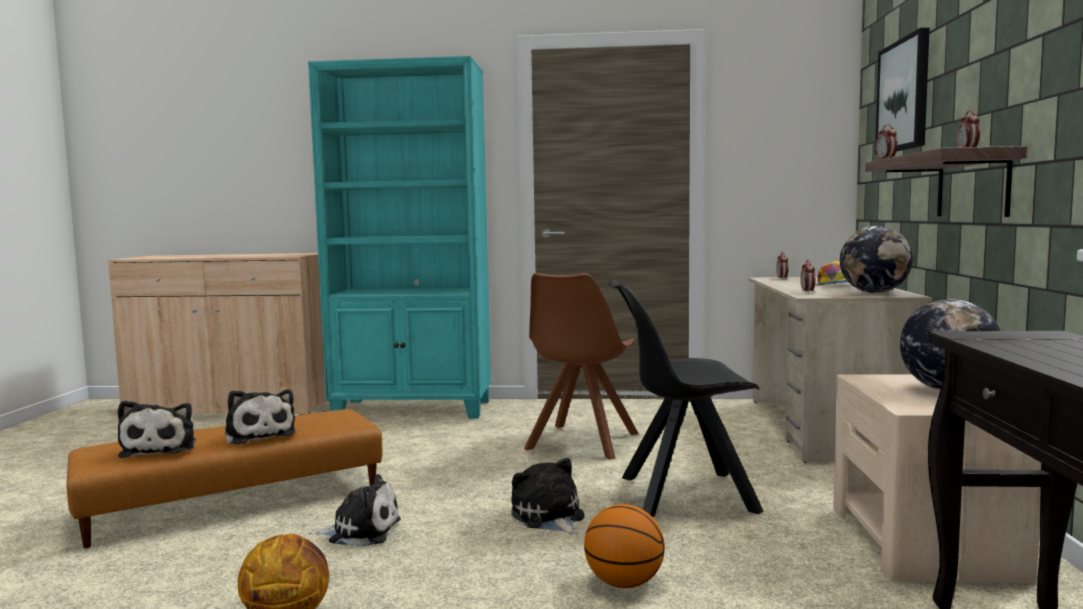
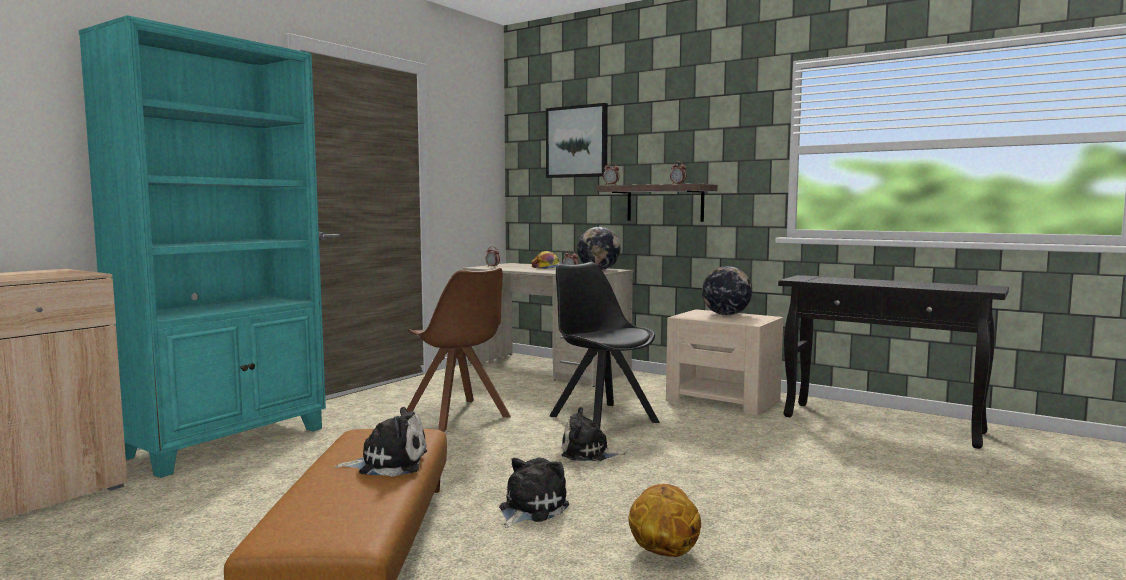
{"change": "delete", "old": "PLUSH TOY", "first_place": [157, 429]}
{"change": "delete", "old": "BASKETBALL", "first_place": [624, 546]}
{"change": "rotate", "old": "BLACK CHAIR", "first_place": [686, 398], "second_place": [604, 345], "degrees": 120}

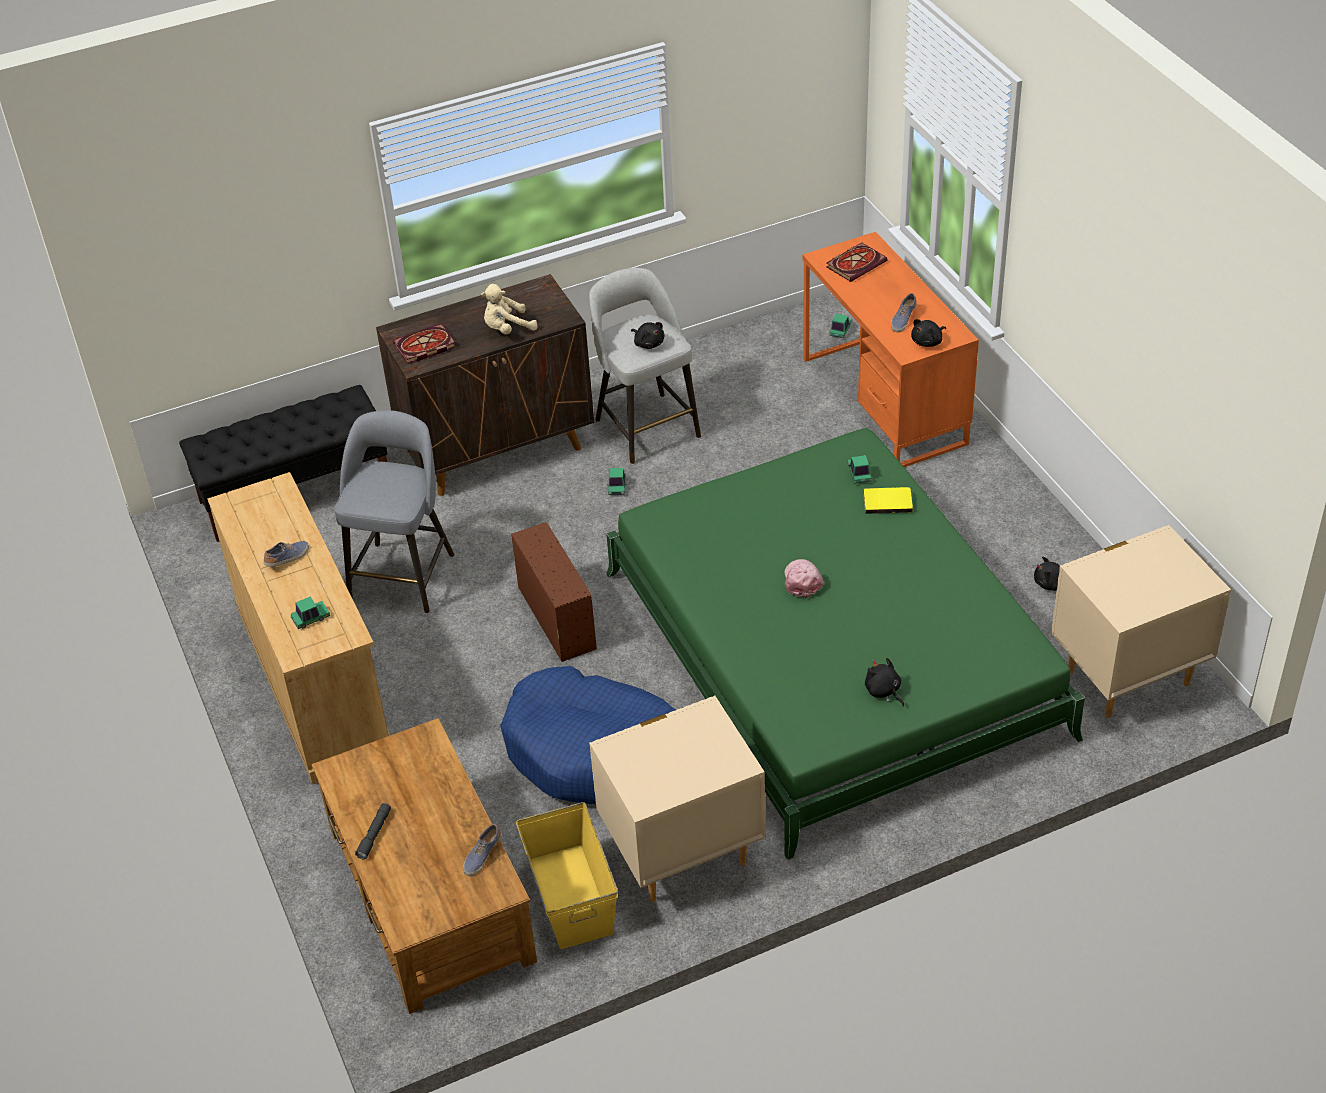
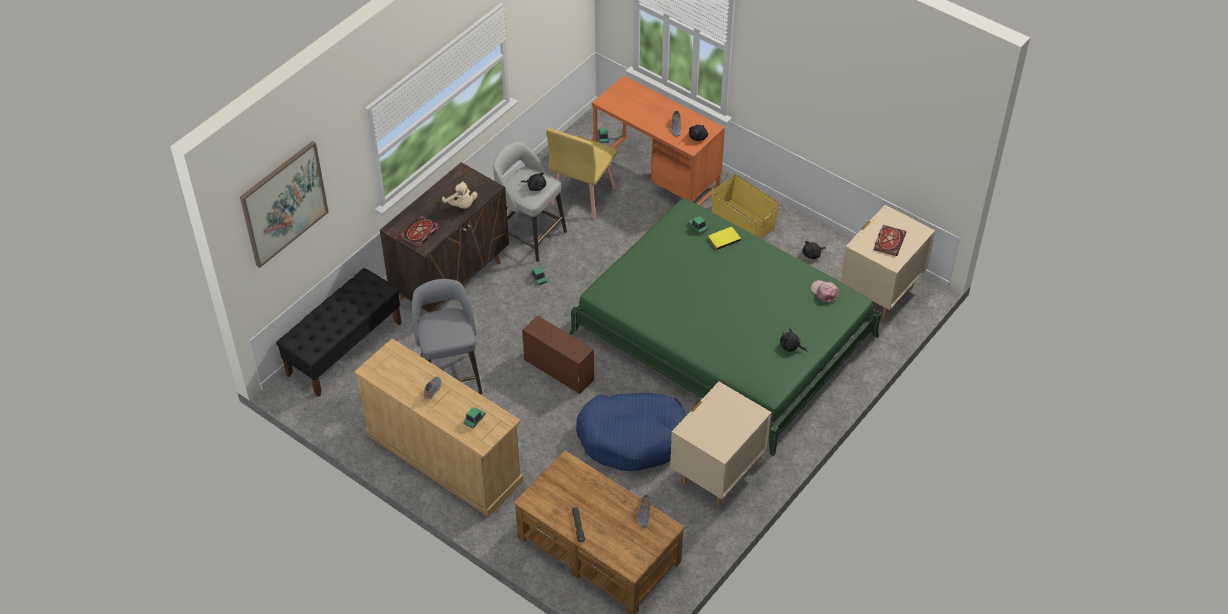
{"change": "rotate", "old": "BEIGE PLUSH TOY", "first_place": [509, 309], "second_place": [460, 195], "degrees": -75}
{"change": "move", "old": "YELLOW STORAGE BOX", "first_place": [567, 875], "second_place": [745, 206]}
{"change": "move", "old": "PINK CAP", "first_place": [804, 578], "second_place": [825, 291]}
{"change": "move", "old": "BOOK", "first_place": [857, 262], "second_place": [890, 240]}
{"change": "insert", "new": "PICTURE", "second_place": [284, 204]}
{"change": "insert", "new": "YELLOW CHAIR", "second_place": [582, 173]}

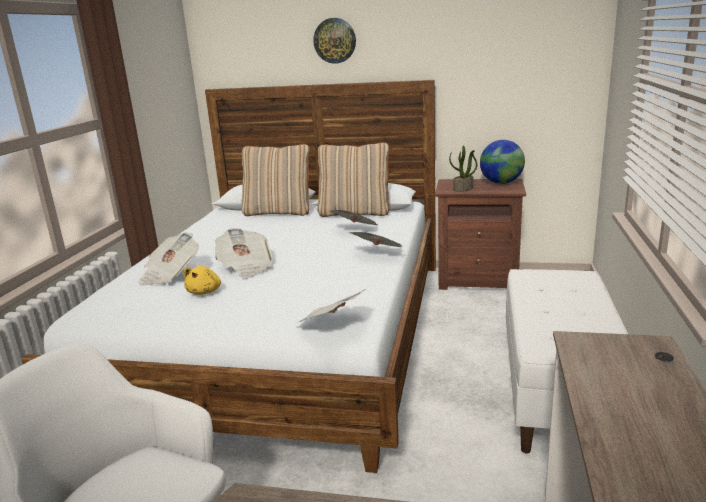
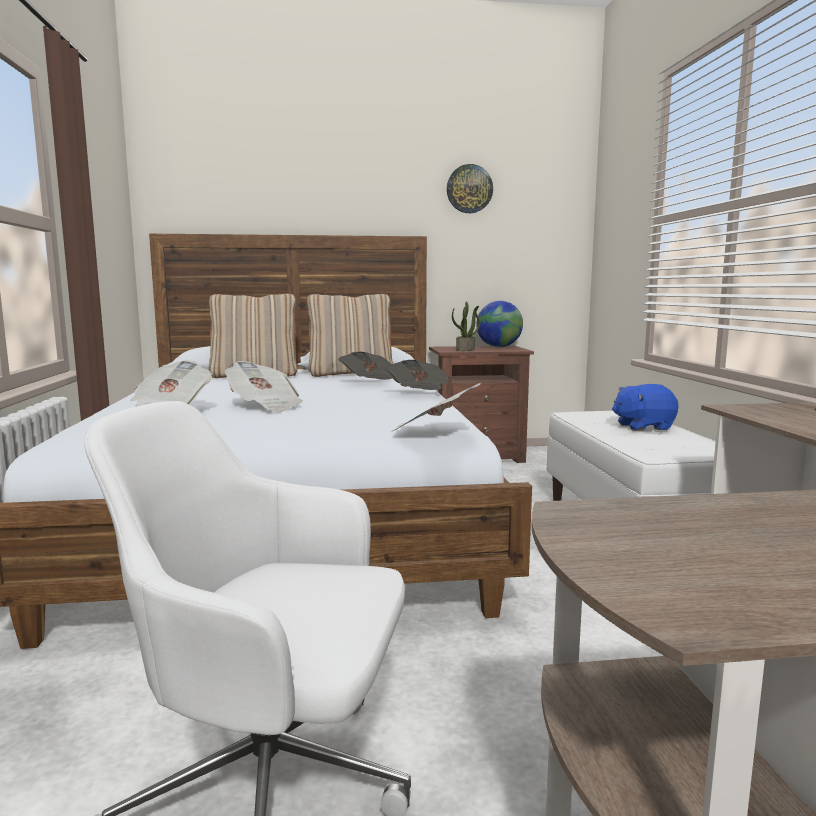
{"change": "delete", "old": "YELLOW PLUSH TOY", "first_place": [202, 280]}
{"change": "move", "old": "WALL CLOCK", "first_place": [334, 41], "second_place": [470, 188]}
{"change": "insert", "new": "BLUE PLUSH TOY", "second_place": [645, 407]}

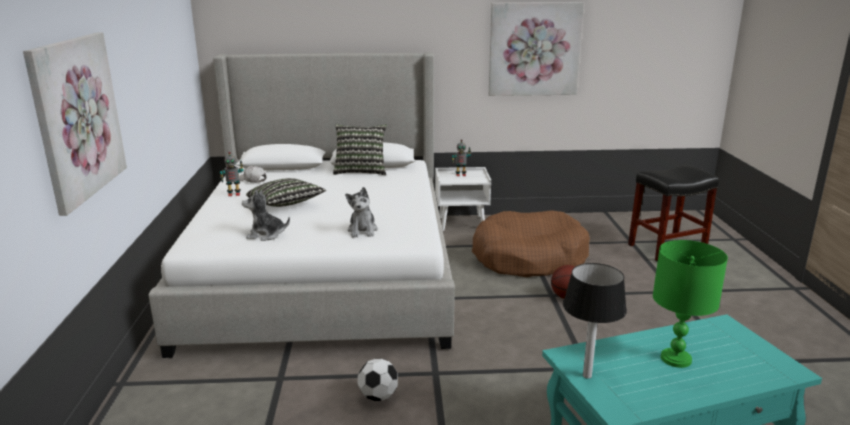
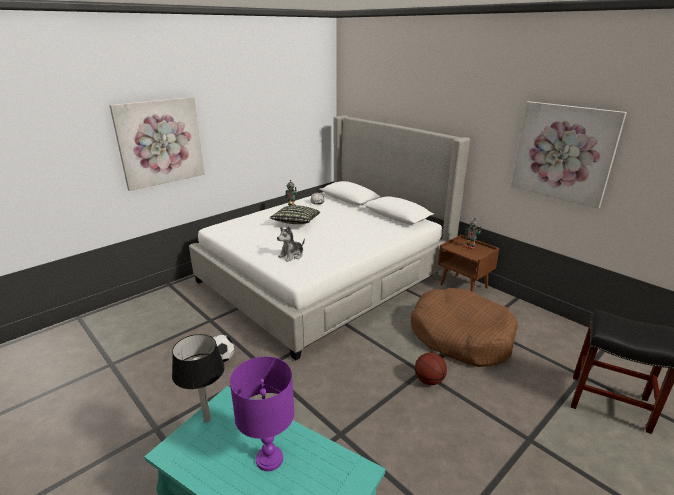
{"change": "delete", "old": "PLUSH TOY", "first_place": [266, 215]}
{"change": "delete", "old": "PILLOW", "first_place": [360, 149]}
{"change": "recolor", "old": "WHITE NIGHTSTAND", "new": "BROWN NIGHTSTAND", "first_place": [463, 199], "second_place": [469, 263]}
{"change": "recolor", "old": "GREEN TABLE LAMP", "new": "PURPLE TABLE LAMP", "first_place": [690, 304], "second_place": [262, 414]}

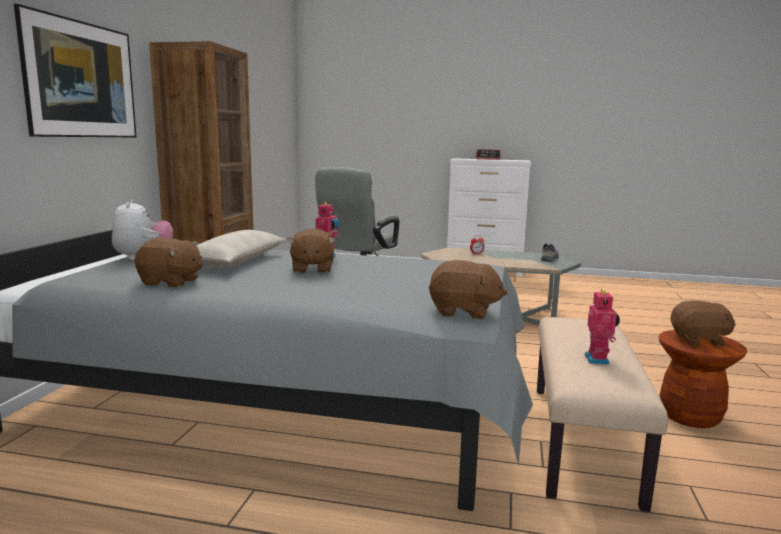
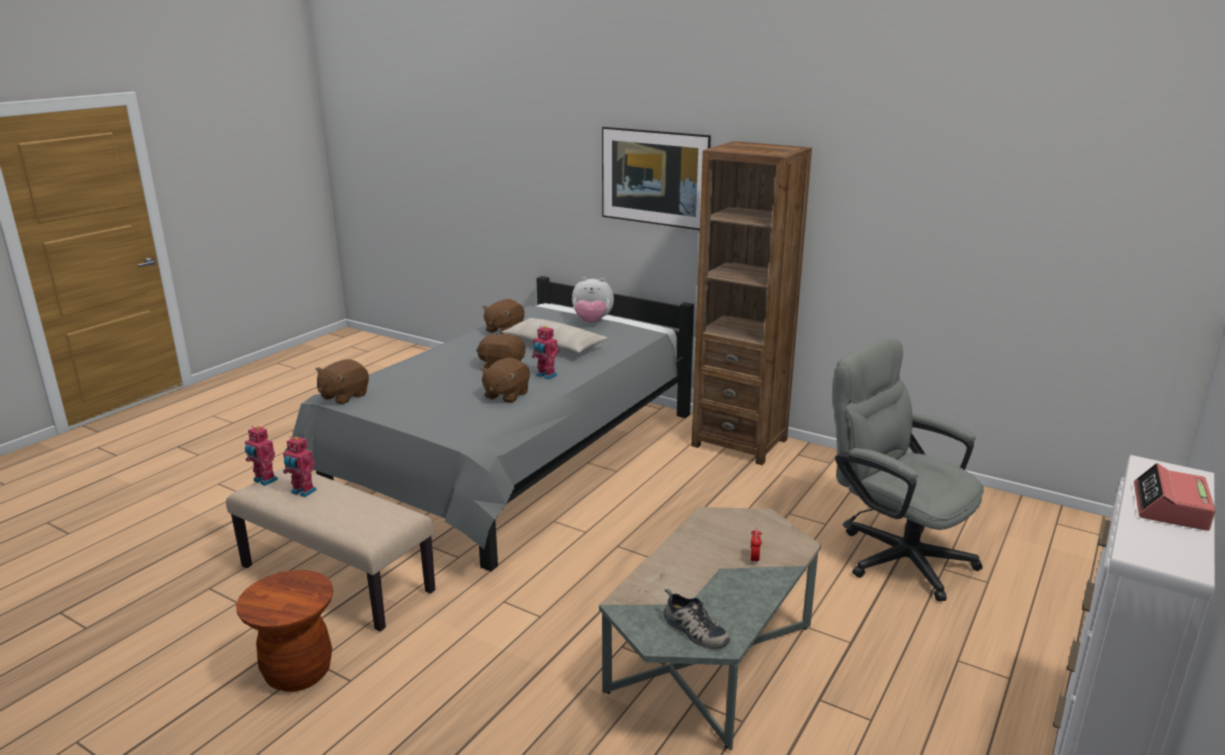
{"change": "move", "old": "BROWN PLUSH TOY", "first_place": [703, 323], "second_place": [505, 380]}
{"change": "insert", "new": "TOY ROBOT", "second_place": [261, 456]}

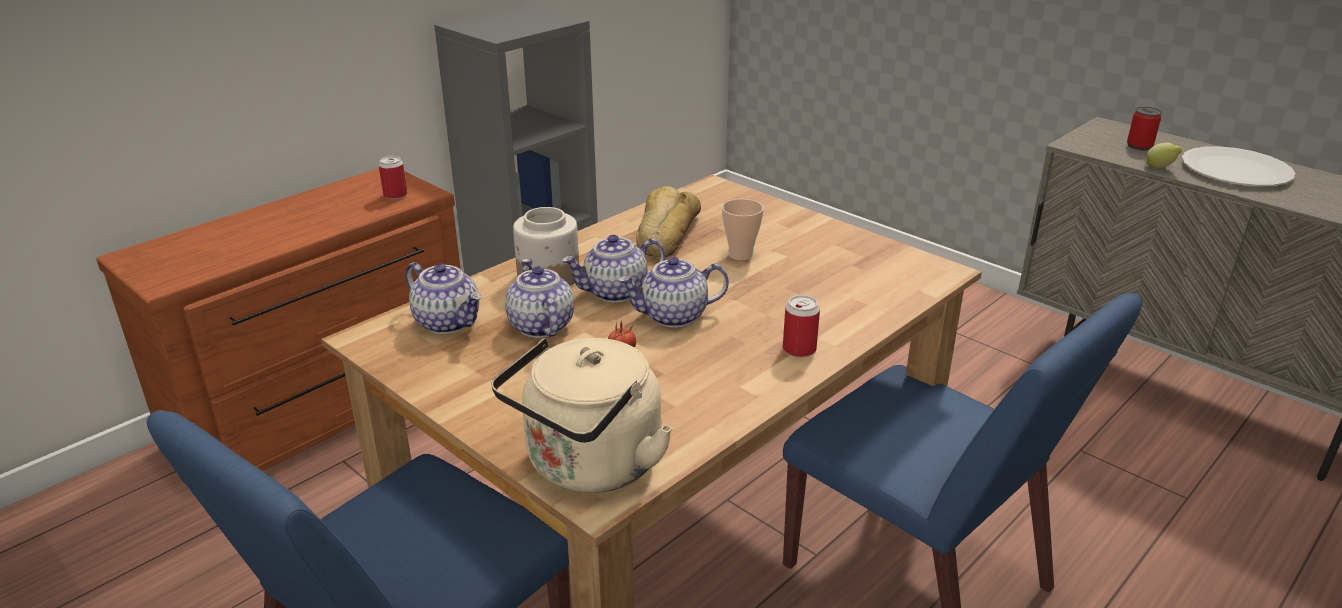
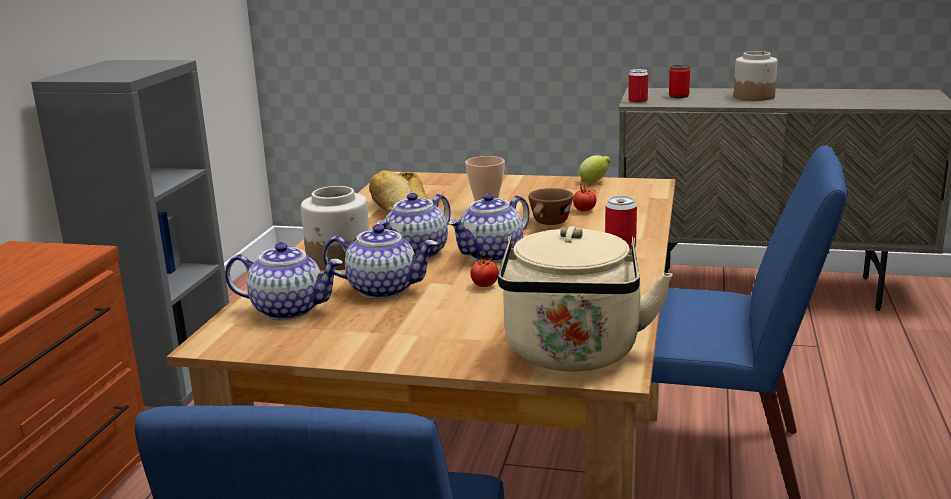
{"change": "move", "old": "CAN", "first_place": [393, 177], "second_place": [638, 86]}
{"change": "rotate", "old": "TEAPOT", "first_place": [539, 298], "second_place": [380, 261], "degrees": 150}
{"change": "move", "old": "LEMON", "first_place": [1164, 155], "second_place": [595, 169]}
{"change": "replace", "old": "WHITE PLATE", "new": "JAR", "first_place": [1238, 166], "second_place": [755, 76]}
{"change": "insert", "new": "BROWN CUP", "second_place": [550, 206]}
{"change": "insert", "new": "TOMATO", "second_place": [584, 197]}

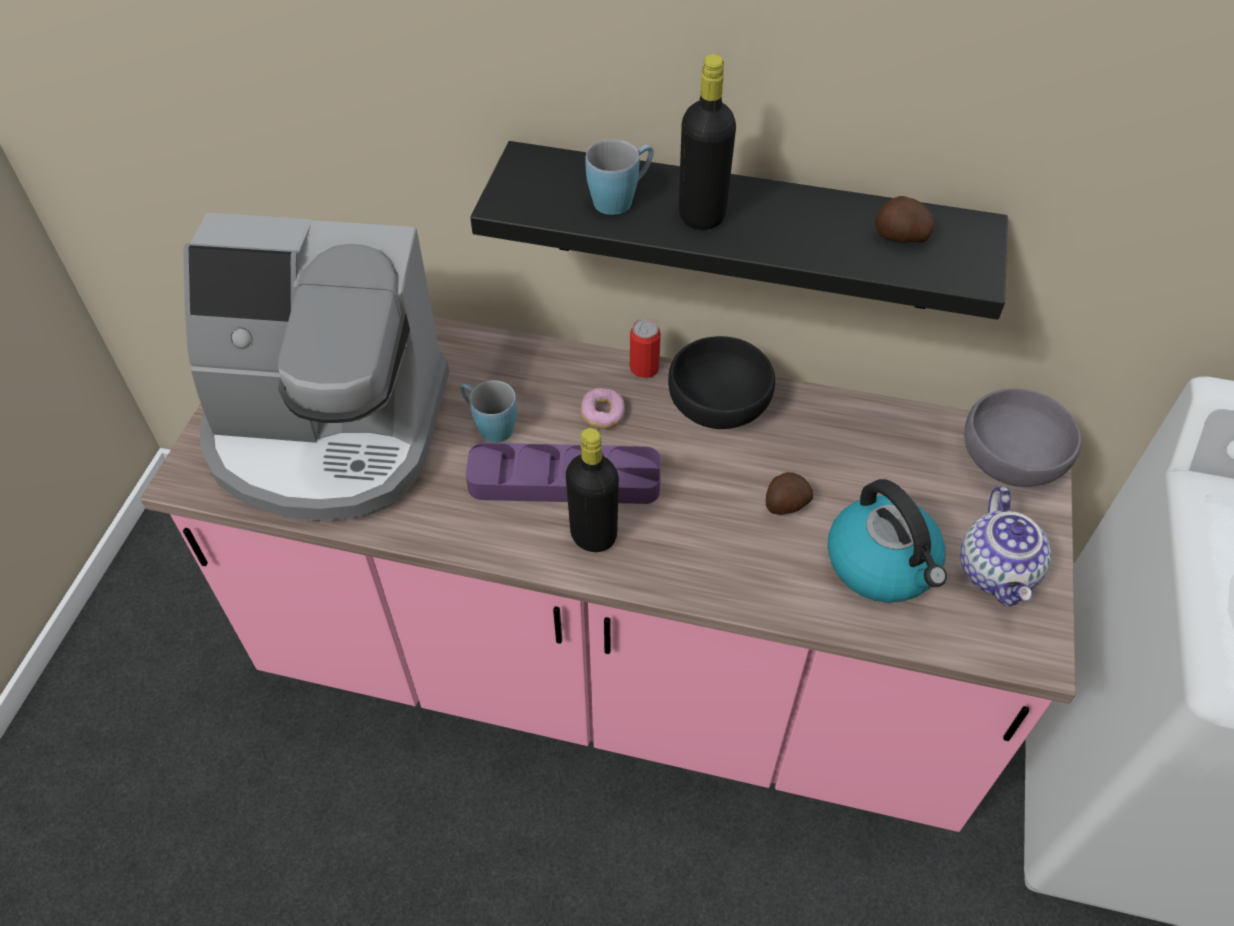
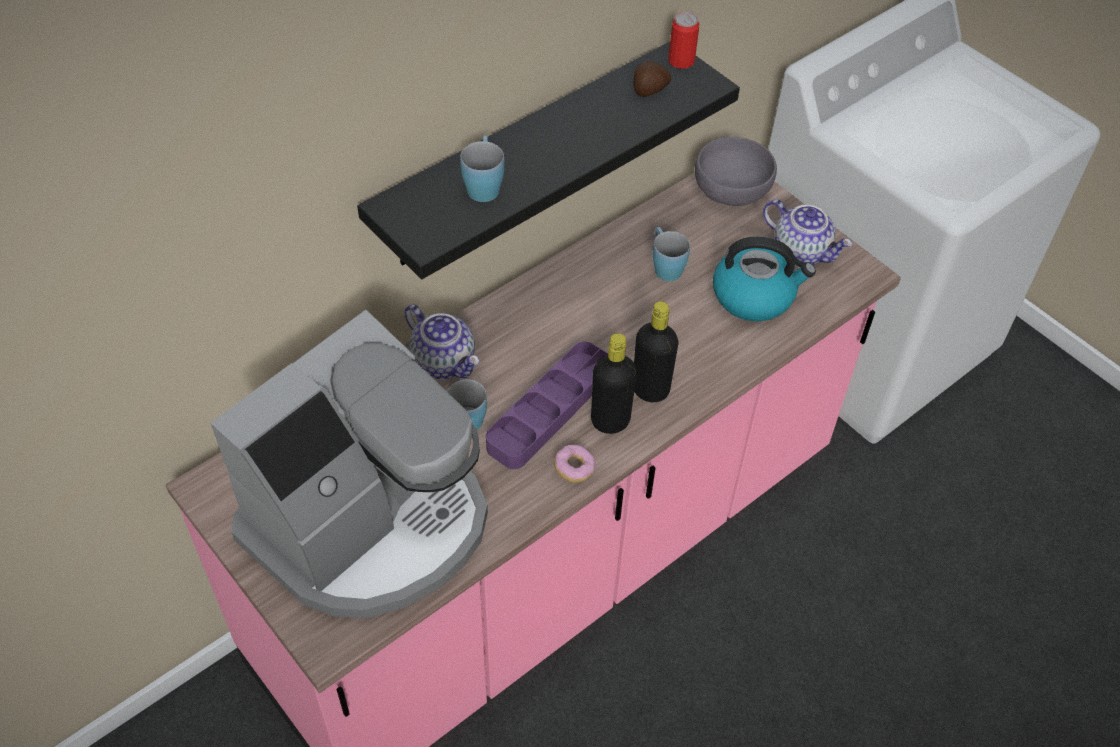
{"change": "move", "old": "DONUT", "first_place": [603, 408], "second_place": [574, 464]}
{"change": "move", "old": "CAN", "first_place": [645, 348], "second_place": [683, 40]}
{"change": "delete", "old": "BLACK BOWL", "first_place": [721, 382]}
{"change": "move", "old": "BLACK BOTTLE", "first_place": [707, 142], "second_place": [656, 351]}
{"change": "delete", "old": "POTATO", "first_place": [789, 493]}
{"change": "insert", "new": "TEAPOT", "second_place": [442, 341]}
{"change": "insert", "new": "BLUE MUG", "second_place": [671, 254]}

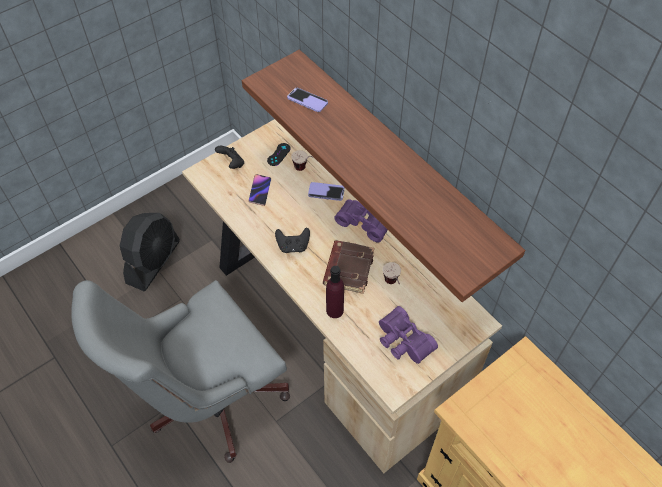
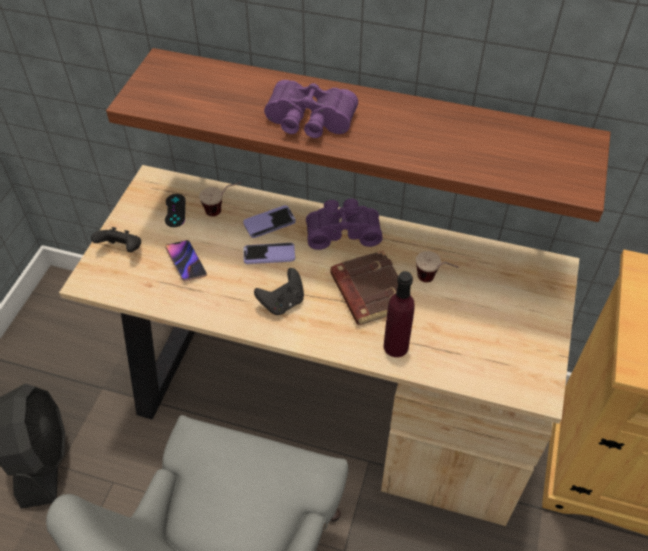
{"change": "move", "old": "PHONE", "first_place": [307, 100], "second_place": [269, 253]}
{"change": "move", "old": "PURPLE BINOCULARS", "first_place": [408, 335], "second_place": [311, 109]}

